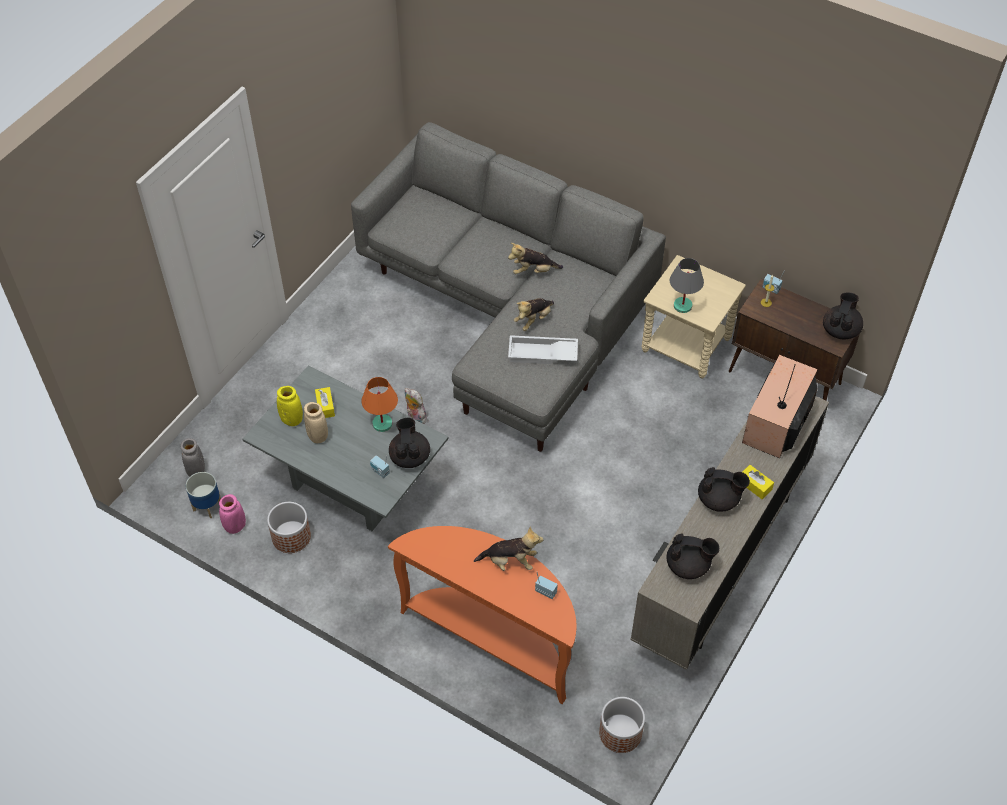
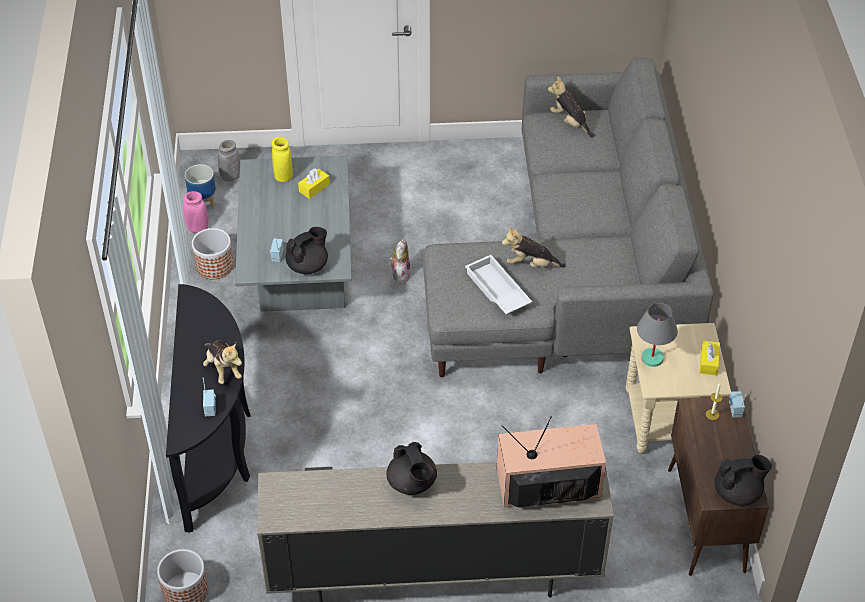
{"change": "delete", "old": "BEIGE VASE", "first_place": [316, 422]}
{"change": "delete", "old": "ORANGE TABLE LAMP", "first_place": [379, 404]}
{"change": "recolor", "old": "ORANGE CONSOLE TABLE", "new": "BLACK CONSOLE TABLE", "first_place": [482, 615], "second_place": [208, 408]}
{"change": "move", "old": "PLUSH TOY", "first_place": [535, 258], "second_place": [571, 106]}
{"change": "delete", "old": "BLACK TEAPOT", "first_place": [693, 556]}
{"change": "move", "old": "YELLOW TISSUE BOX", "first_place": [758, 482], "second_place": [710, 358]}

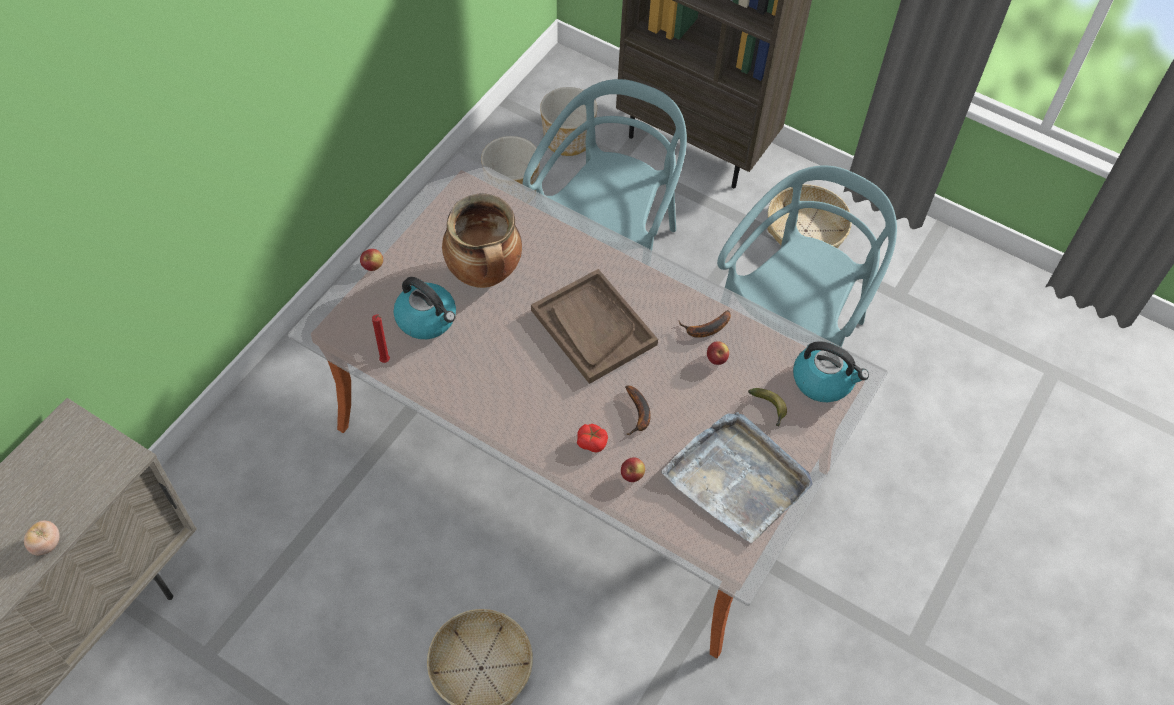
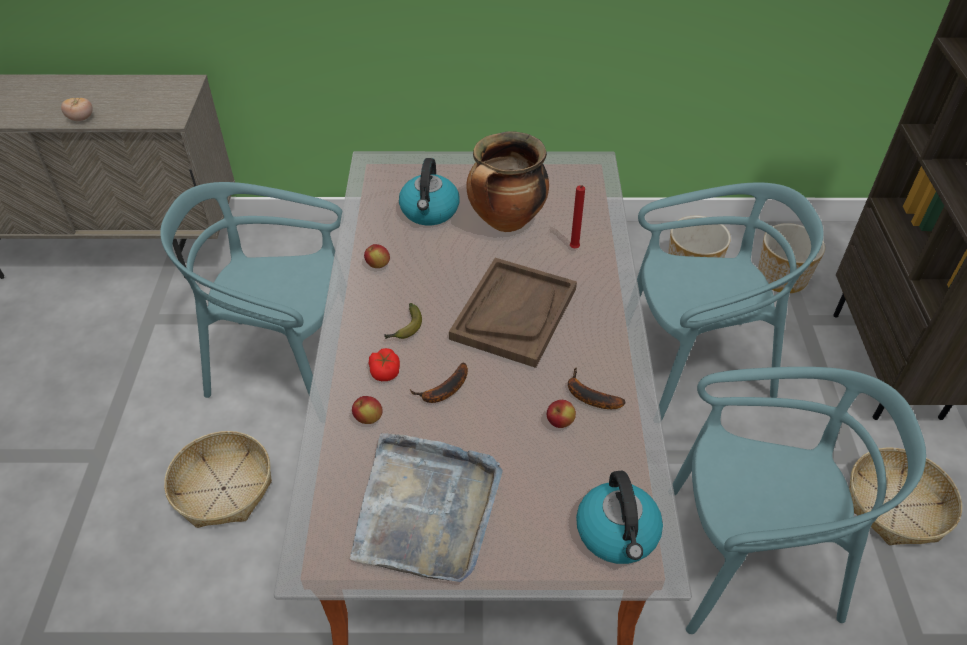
{"change": "move", "old": "APPLE", "first_place": [371, 260], "second_place": [377, 256]}
{"change": "move", "old": "RED CANDLE", "first_place": [381, 339], "second_place": [577, 216]}
{"change": "move", "old": "BANANA", "first_place": [767, 407], "second_place": [403, 321]}
{"change": "insert", "new": "TURQUOISE CHAIR", "second_place": [251, 290]}

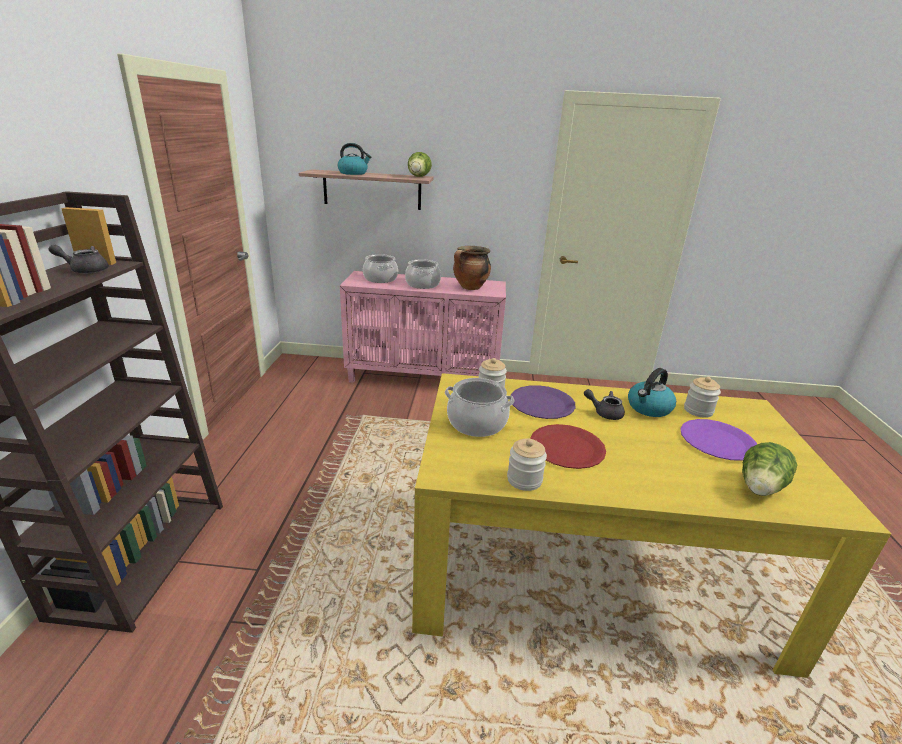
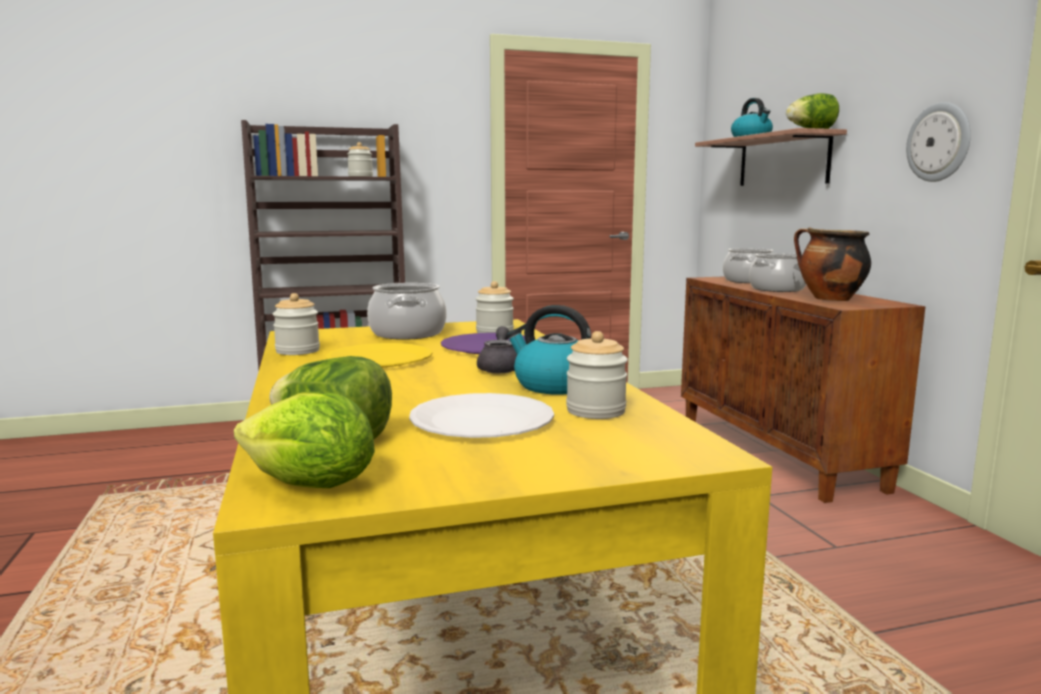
{"change": "replace", "old": "GREY TEAPOT", "new": "JAR", "first_place": [78, 259], "second_place": [360, 159]}
{"change": "recolor", "old": "PINK CABINET", "new": "BROWN CABINET", "first_place": [423, 327], "second_place": [803, 389]}
{"change": "recolor", "old": "RED PLATE", "new": "YELLOW PLATE", "first_place": [568, 446], "second_place": [379, 355]}
{"change": "recolor", "old": "PURPLE PLATE", "new": "WHITE PLATE", "first_place": [718, 440], "second_place": [481, 415]}
{"change": "insert", "new": "LETTUCE", "second_place": [304, 440]}
{"change": "insert", "new": "WALL CLOCK", "second_place": [938, 142]}

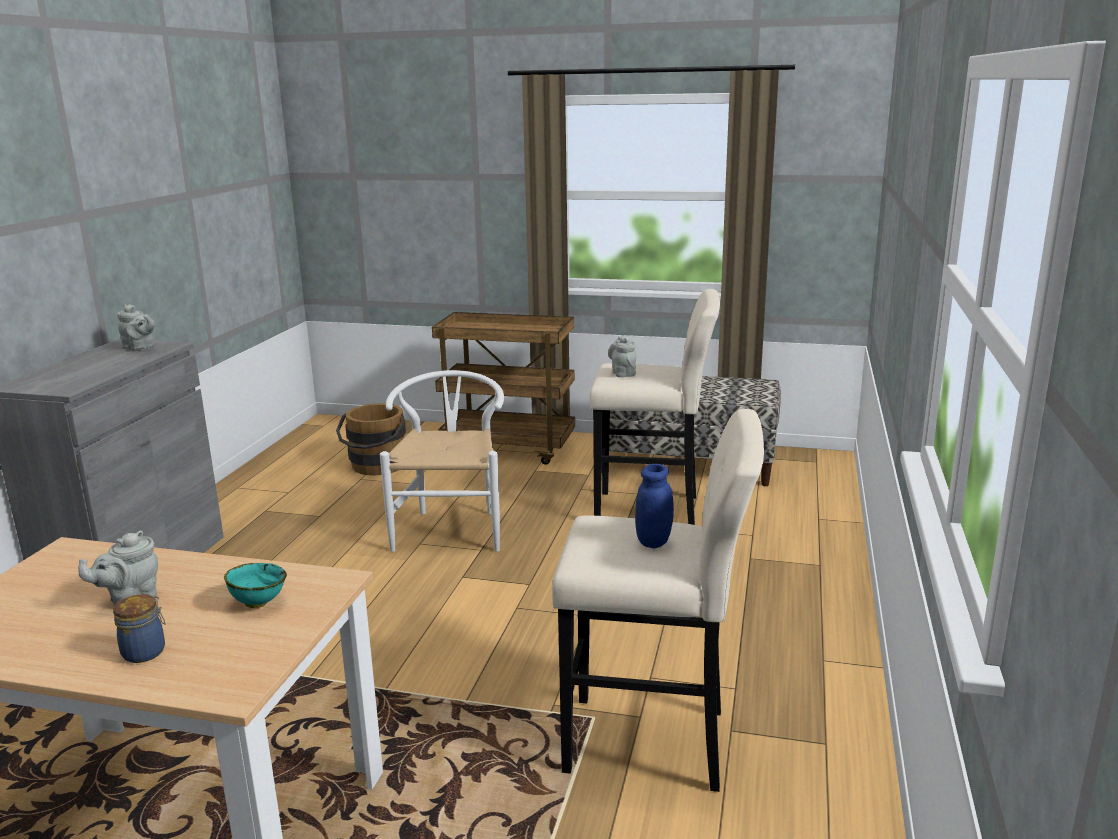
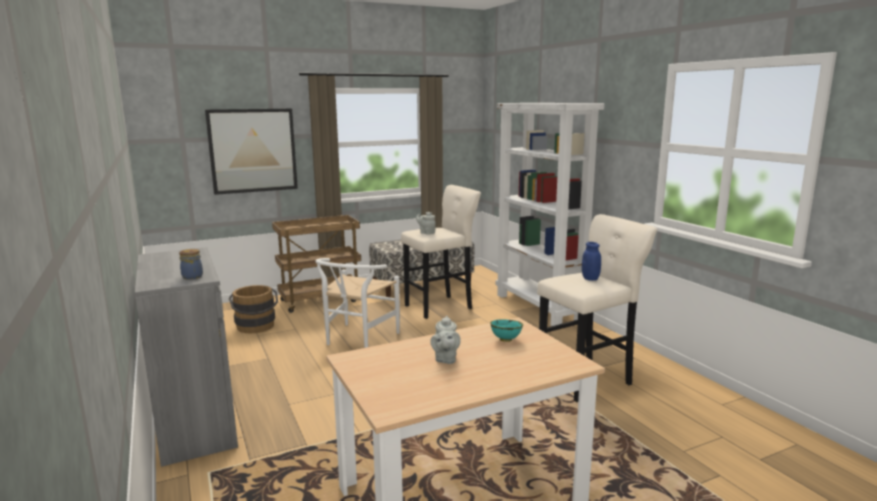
{"change": "move", "old": "JAR", "first_place": [139, 628], "second_place": [191, 264]}
{"change": "delete", "old": "GREY TEAPOT", "first_place": [136, 327]}
{"change": "rotate", "old": "WHITE CHAIR", "first_place": [442, 461], "second_place": [357, 303], "degrees": -120}
{"change": "insert", "new": "PICTURE", "second_place": [251, 151]}
{"change": "insert", "new": "WHITE BOOKCASE", "second_place": [550, 214]}

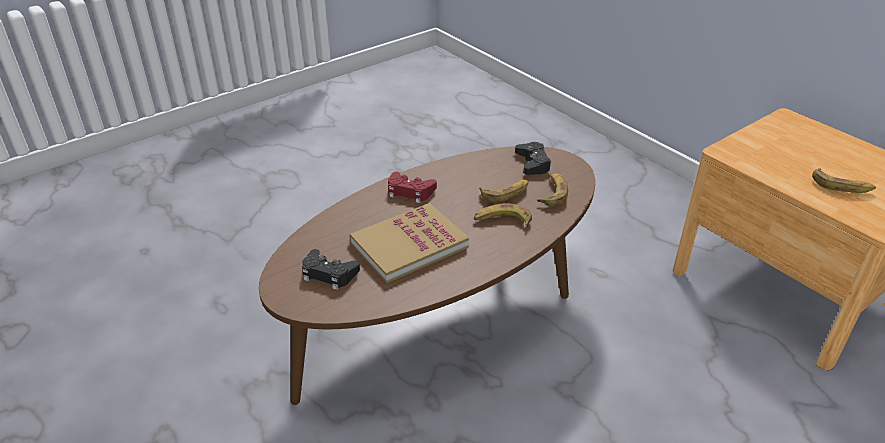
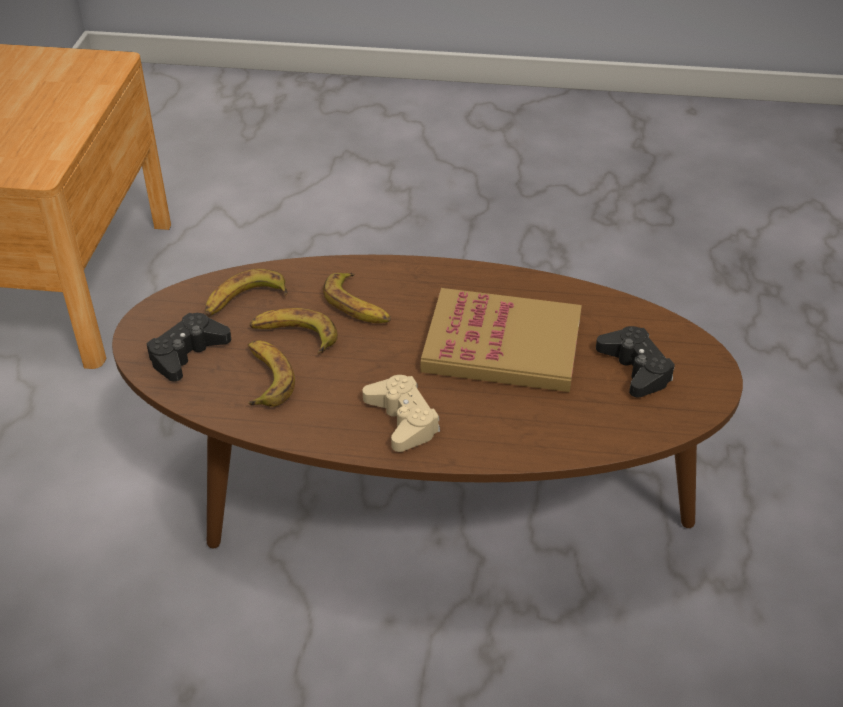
{"change": "recolor", "old": "RED GAME CONTROLLER", "new": "BEIGE GAME CONTROLLER", "first_place": [412, 187], "second_place": [401, 413]}
{"change": "move", "old": "BANANA", "first_place": [844, 180], "second_place": [271, 373]}

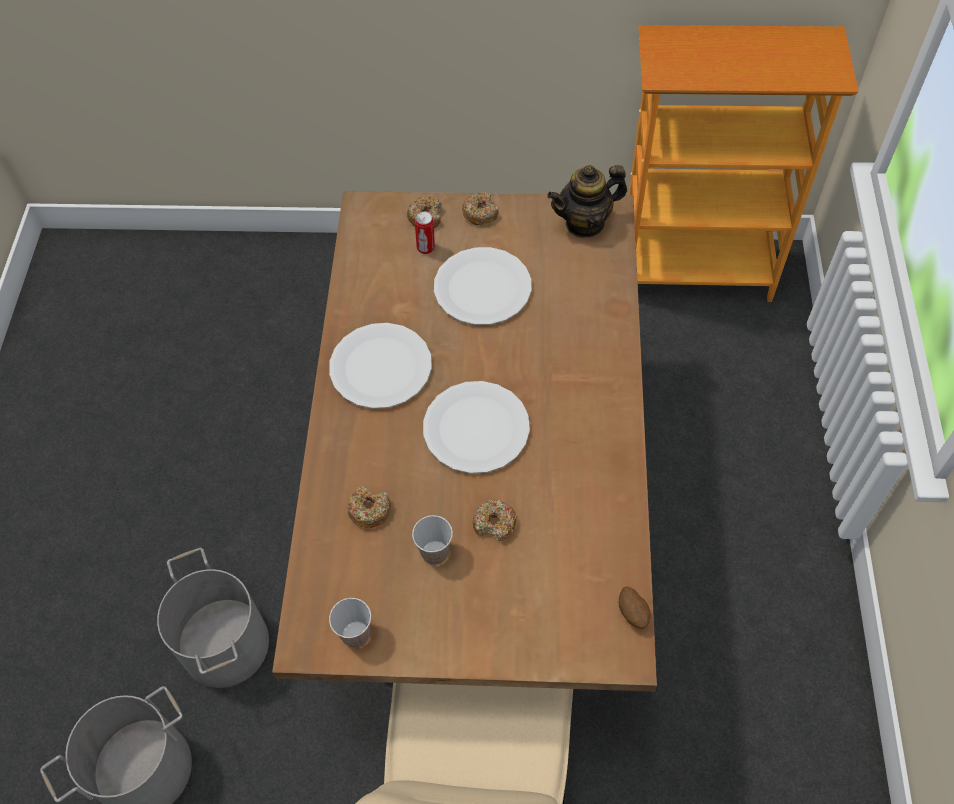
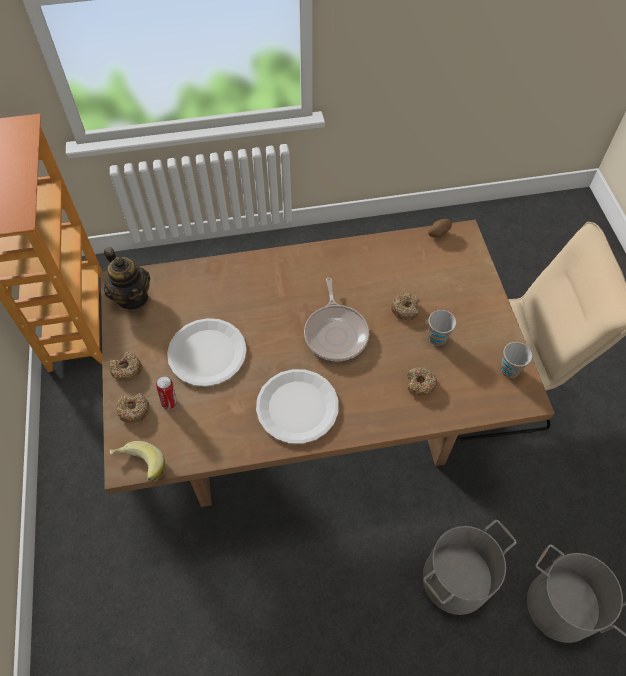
{"change": "replace", "old": "WHITE PLATE", "new": "FRYING PAN", "first_place": [476, 427], "second_place": [336, 319]}
{"change": "insert", "new": "BANANA", "second_place": [137, 461]}

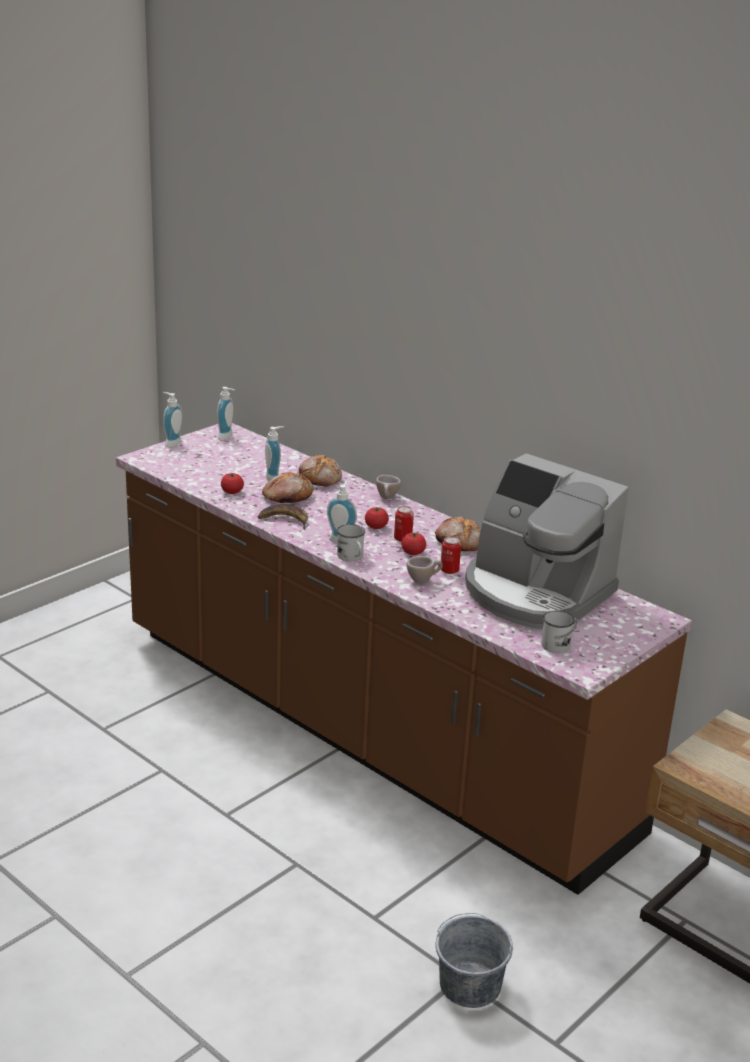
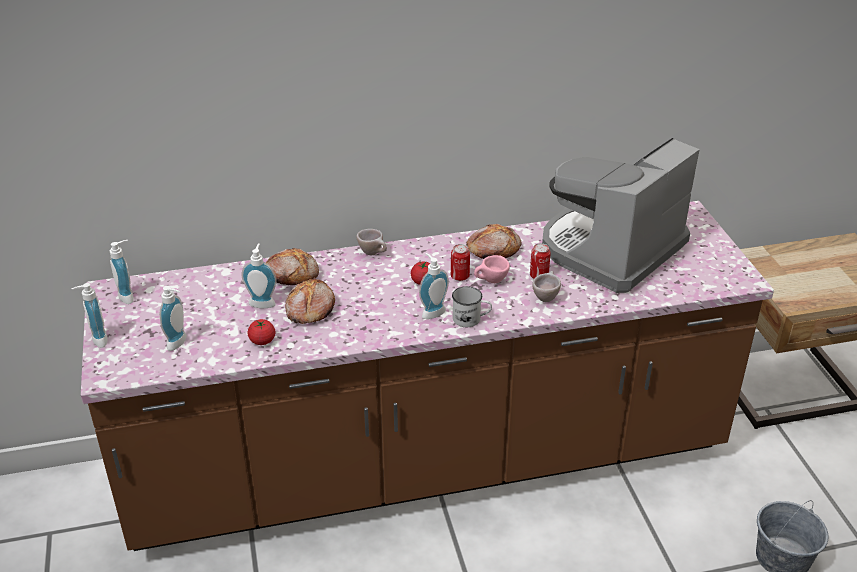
{"change": "delete", "old": "BANANA", "first_place": [283, 517]}
{"change": "replace", "old": "TOMATO", "new": "PINK CUP", "first_place": [413, 544], "second_place": [492, 269]}
{"change": "rotate", "old": "COFFEE MACHINE", "first_place": [547, 541], "second_place": [621, 215], "degrees": 150}
{"change": "delete", "old": "WHITE MUG", "first_place": [559, 632]}
{"change": "insert", "new": "SOAP DISPENSER", "second_place": [173, 318]}

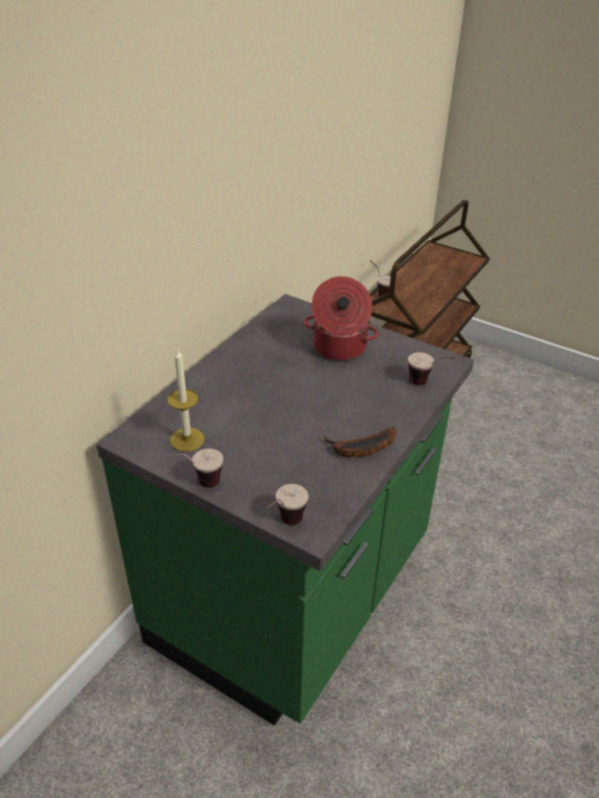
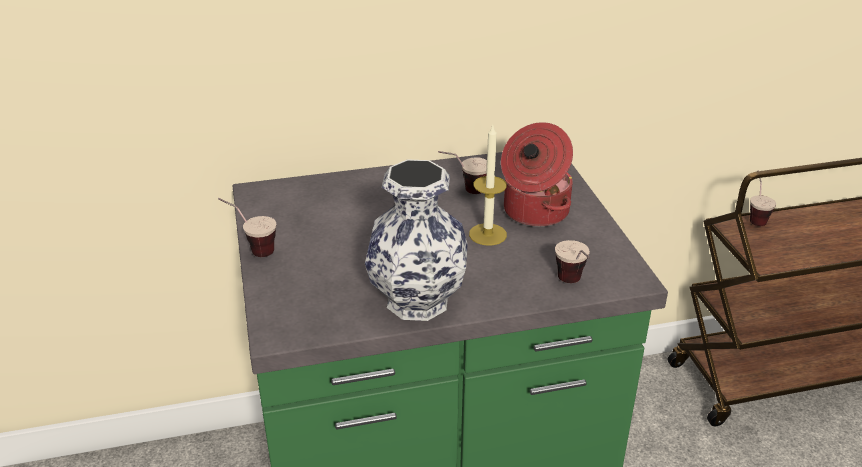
{"change": "move", "old": "CANDLE", "first_place": [186, 400], "second_place": [488, 185]}
{"change": "move", "old": "CUP", "first_place": [288, 504], "second_place": [462, 172]}
{"change": "replace", "old": "BANANA", "new": "VASE", "first_place": [360, 442], "second_place": [416, 240]}

